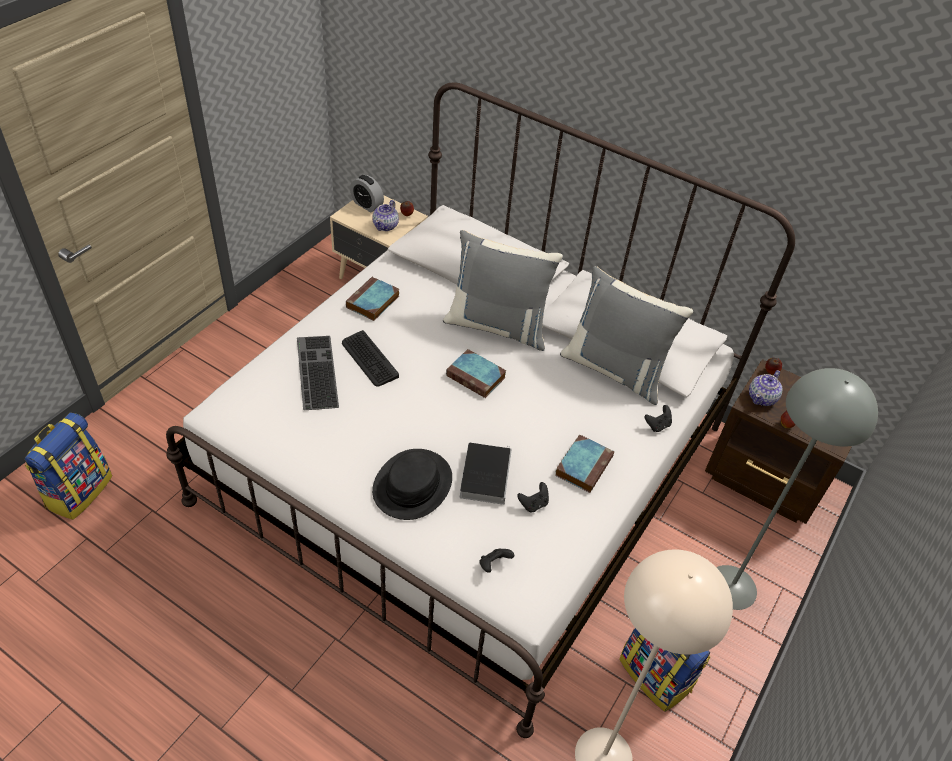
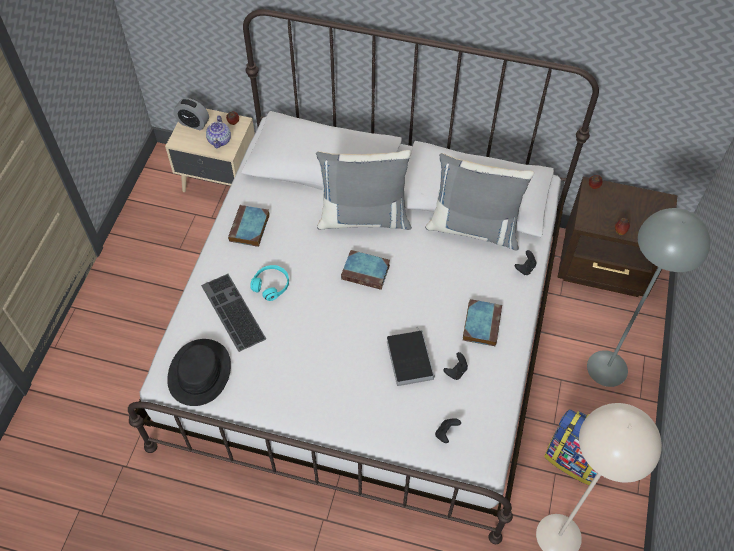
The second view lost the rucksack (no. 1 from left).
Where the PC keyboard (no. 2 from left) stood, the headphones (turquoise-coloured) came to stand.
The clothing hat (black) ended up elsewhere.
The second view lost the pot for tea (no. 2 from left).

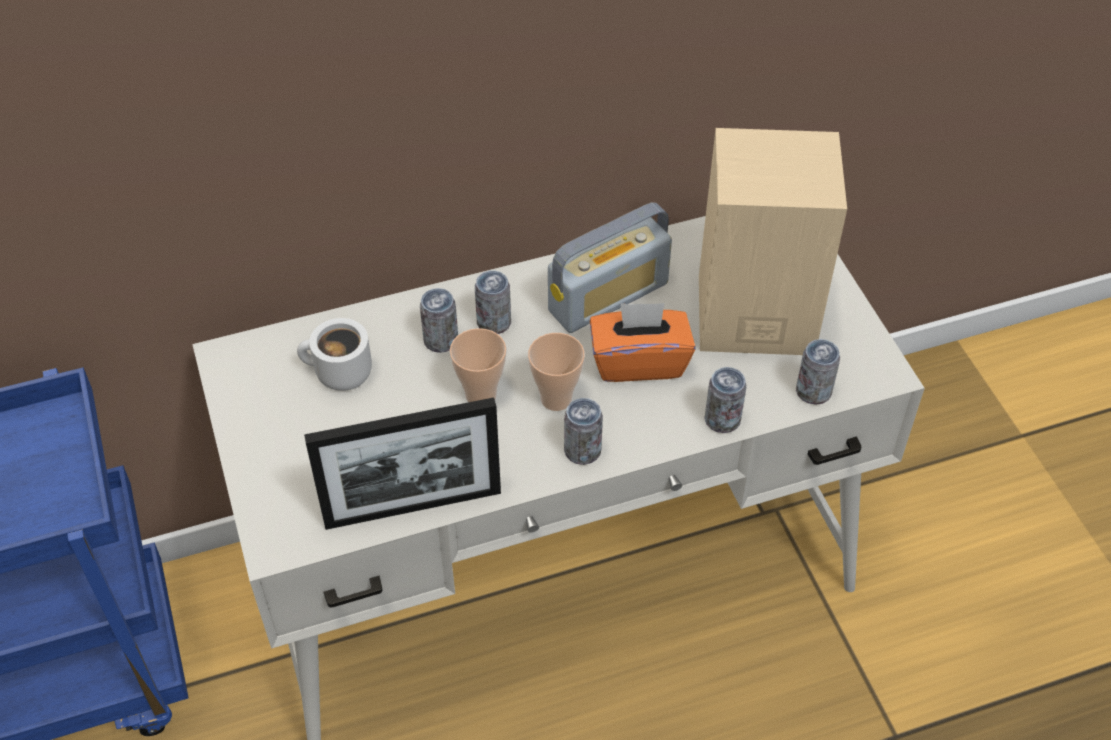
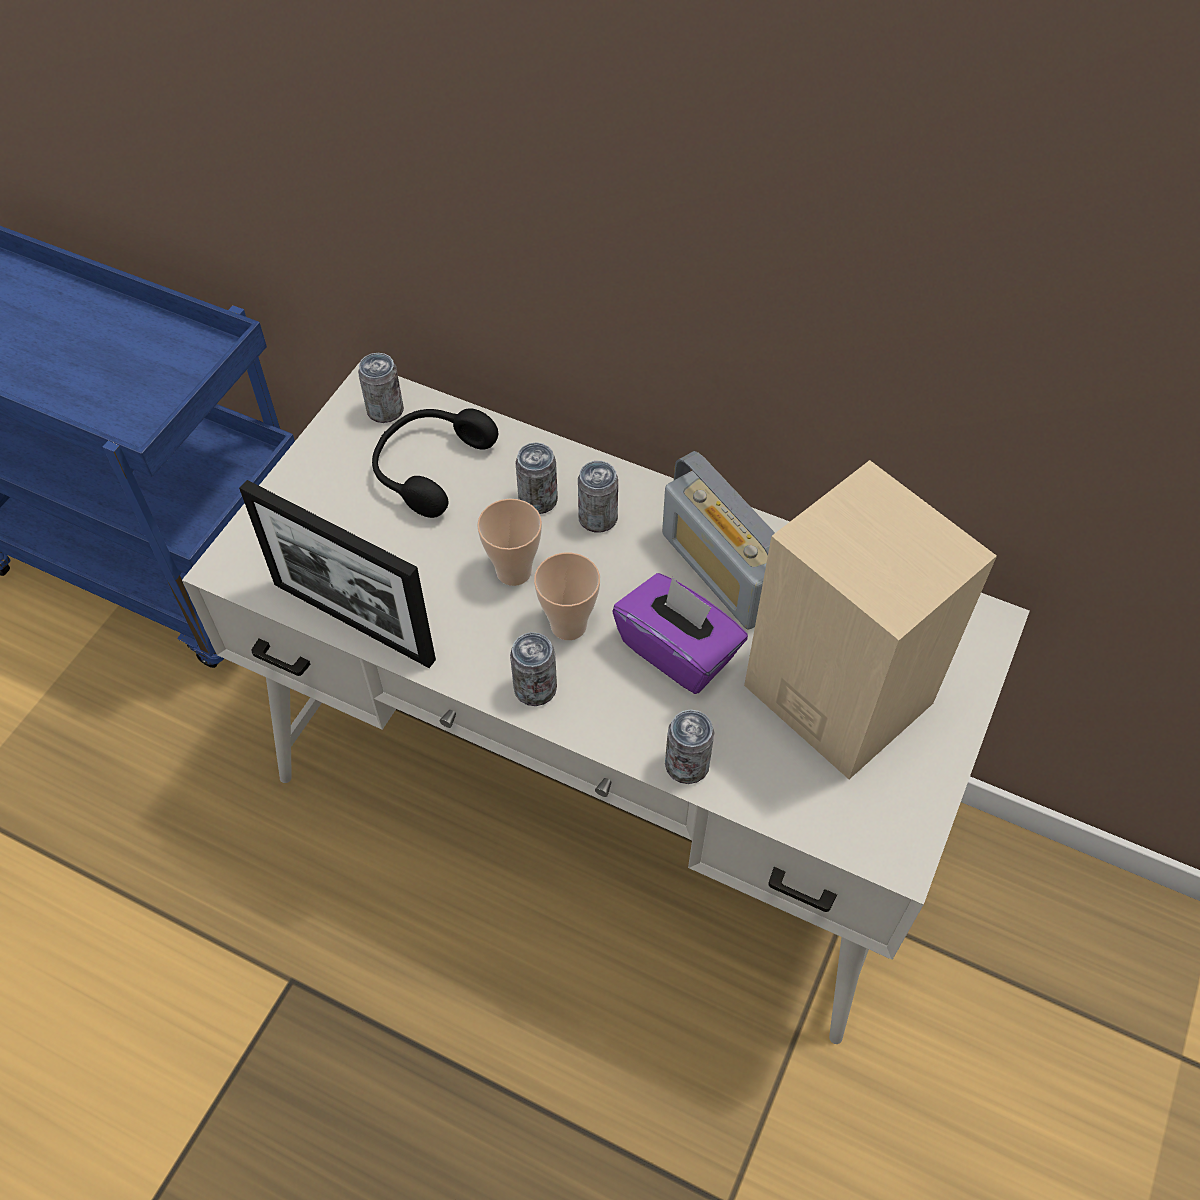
Where the tea mug (white-coloured) stood, the headphones (black) came to stand.
The radio ended up facing another way, 45 degrees clockwise from before.
What was the box of tissues (orange-coloured) turned into the box of tissues (purple).
The metal can (no. 5 from left in the first image) ended up elsewhere.

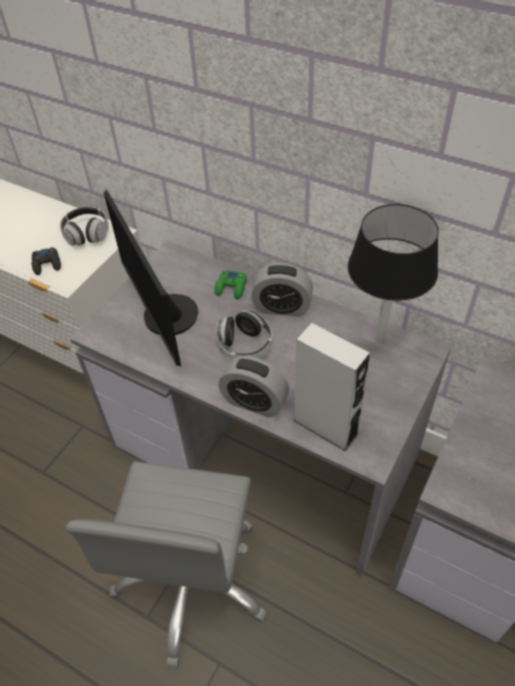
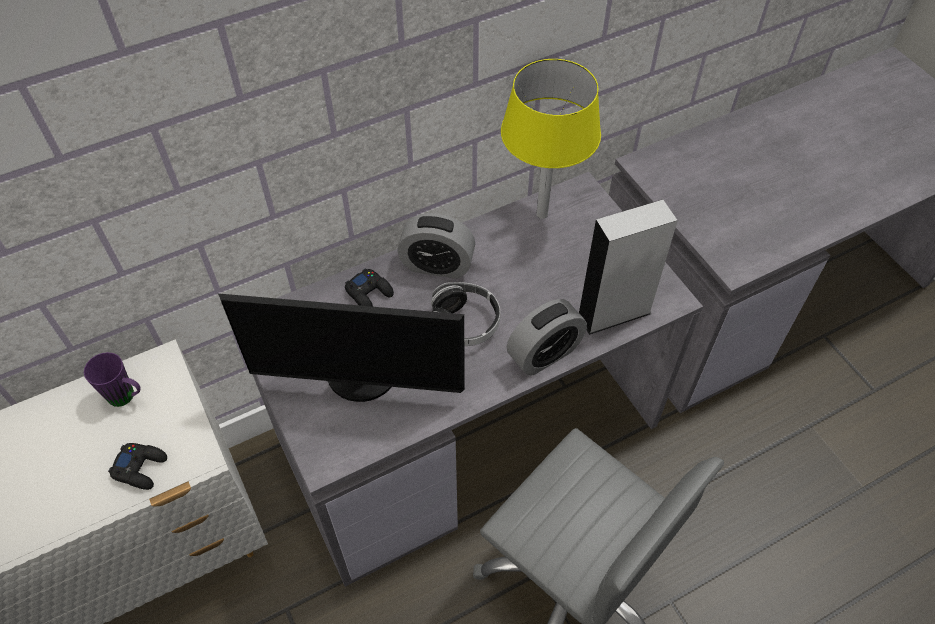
Where the headphones (no. 1 from left) stood, the tea mug (purple) came to stand.
What was the game controller (green-coloured) turned into the game controller (black) (no. 2 from left).
The bedside clock (no. 2 from left in the first image) ended up facing another way, 60 degrees clockwise from before.
What was the table lamp (black) turned into the table lamp (yellow-coloured).

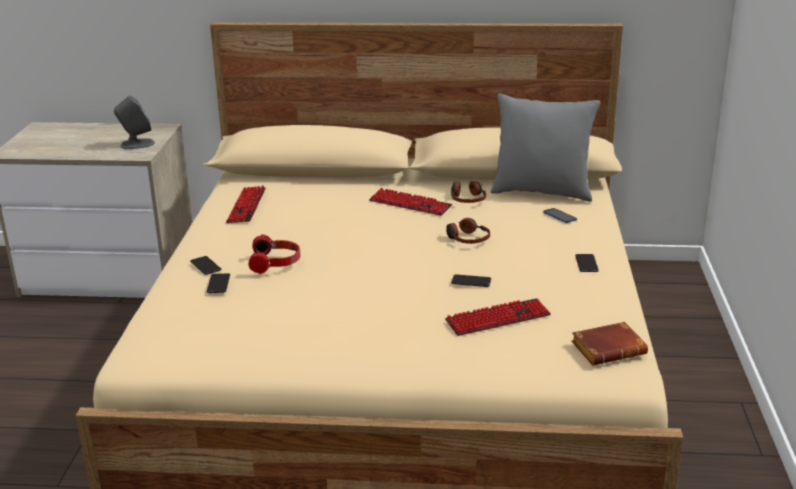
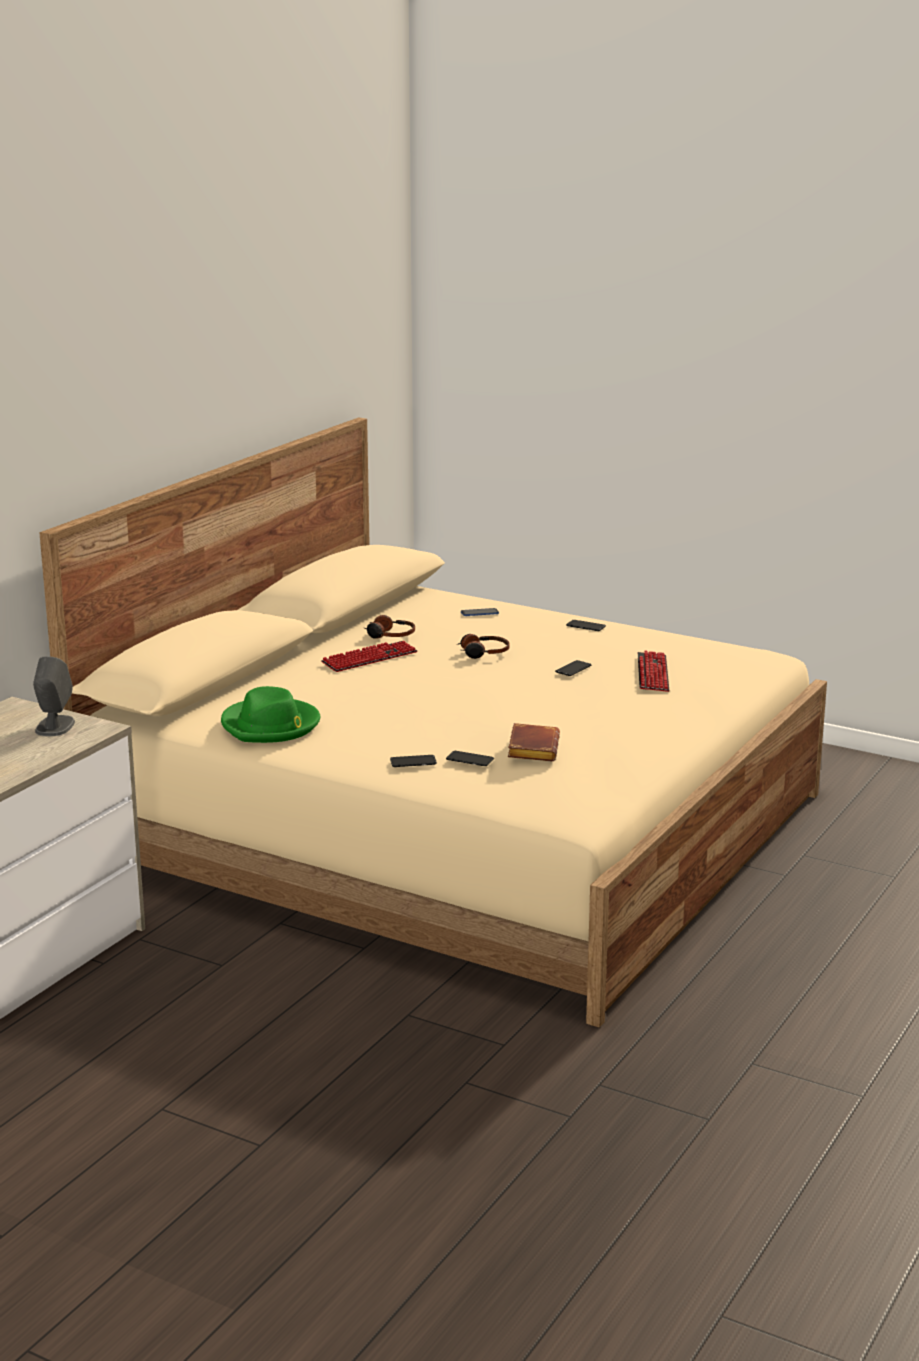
Where the PC keyboard (no. 1 from left) stood, the clothing hat (green-coloured) came to stand.
The second view lost the headphones (no. 1 from left).
The second view lost the throw pillow (grey).
The bound book (brown) ended up elsewhere.

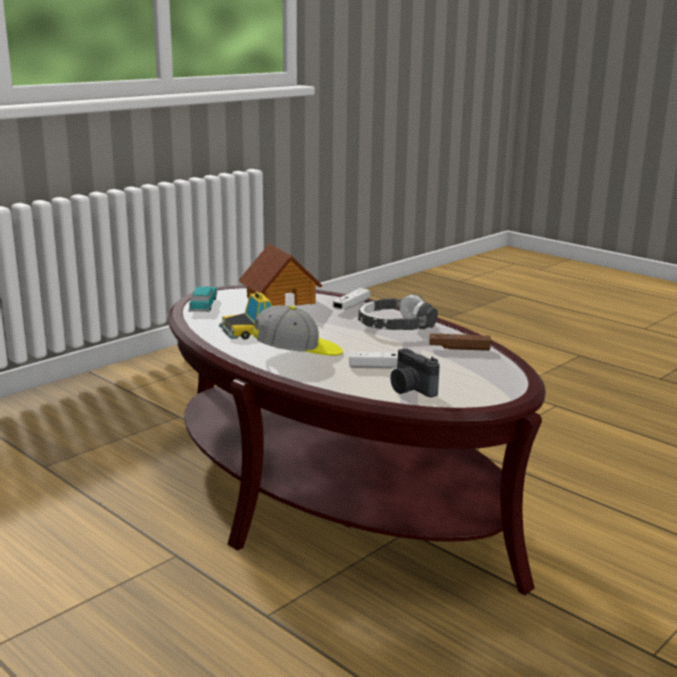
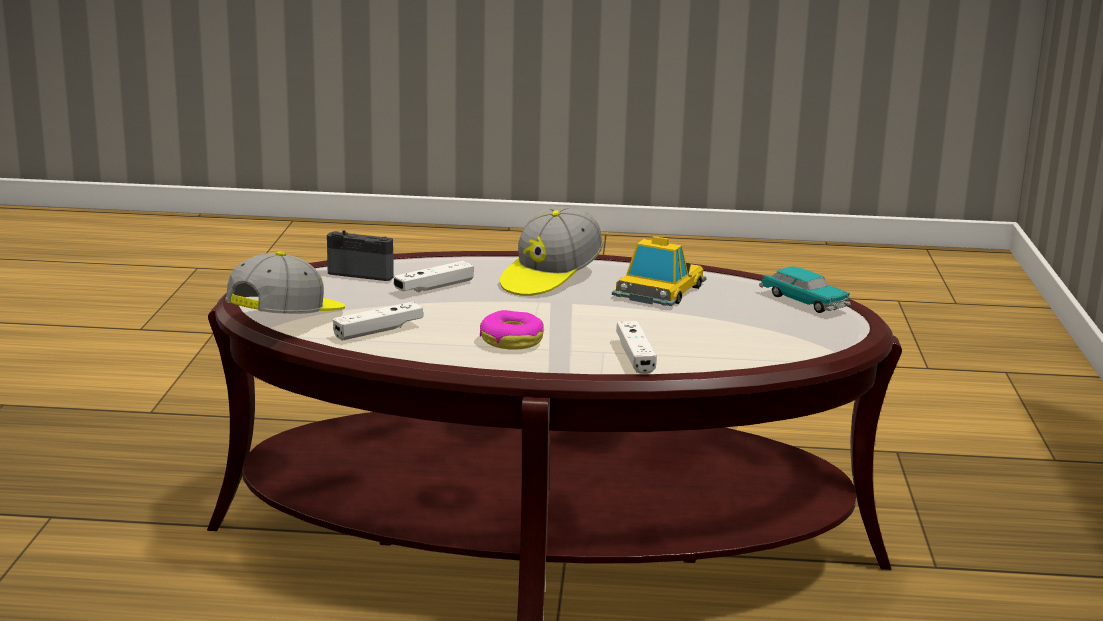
The second view lost the toy house.
Where the headphones stood, the ring doughnut came to stand.
What was the game controller (brown) turned into the game controller (white-coloured) (no. 1 from left).
The second view gained the peaked cap (no. 1 from left).

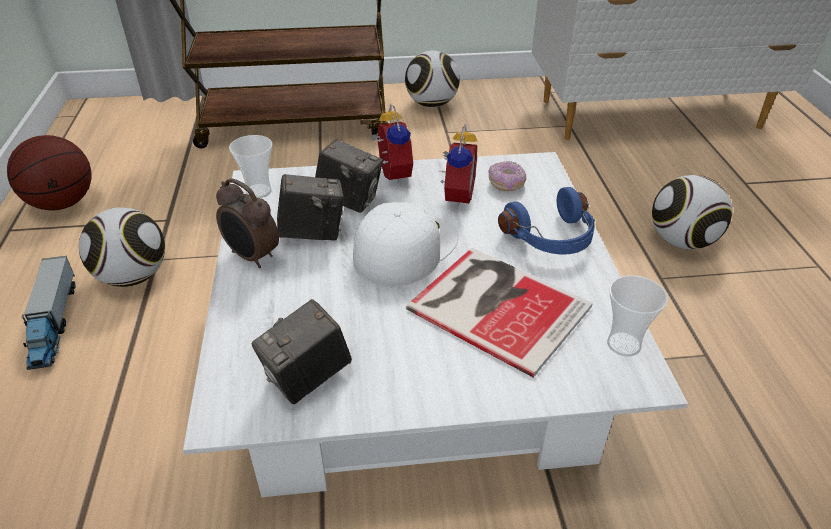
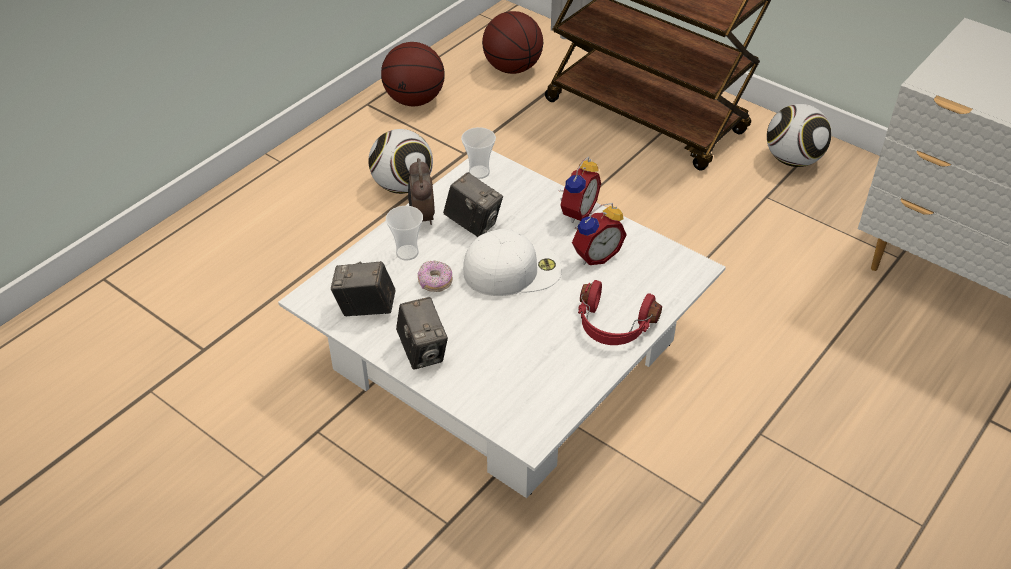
The second view lost the model truck.
The photo camera (no. 3 from left in the first image) ended up elsewhere.
The second view lost the bound book.
The ring doughnut ended up elsewhere.
What was the headphones (blue) turned into the headphones (reddish).
The small cup (no. 2 from left in the first image) ended up elsewhere.
The second view lost the ball for football (no. 3 from left).
The second view gained the basketball (no. 2 from left).

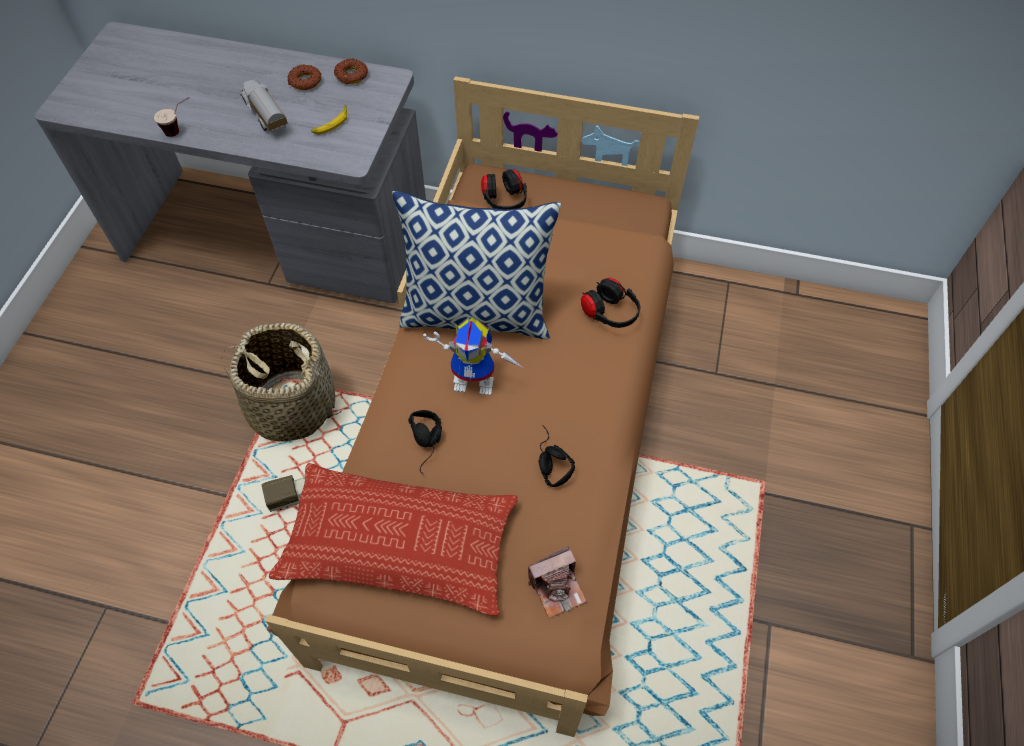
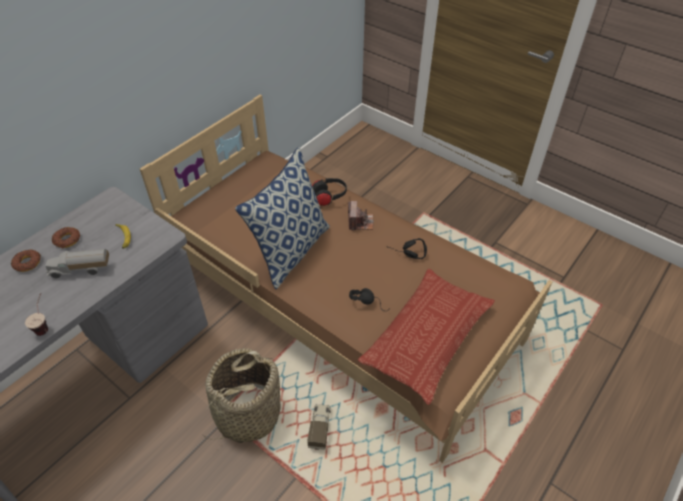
The ring doughnut (no. 2 from left in the first image) ended up elsewhere.
The second view lost the model robot.
The second view lost the headphones (black) (no. 2 from left).
The photo camera ended up elsewhere.

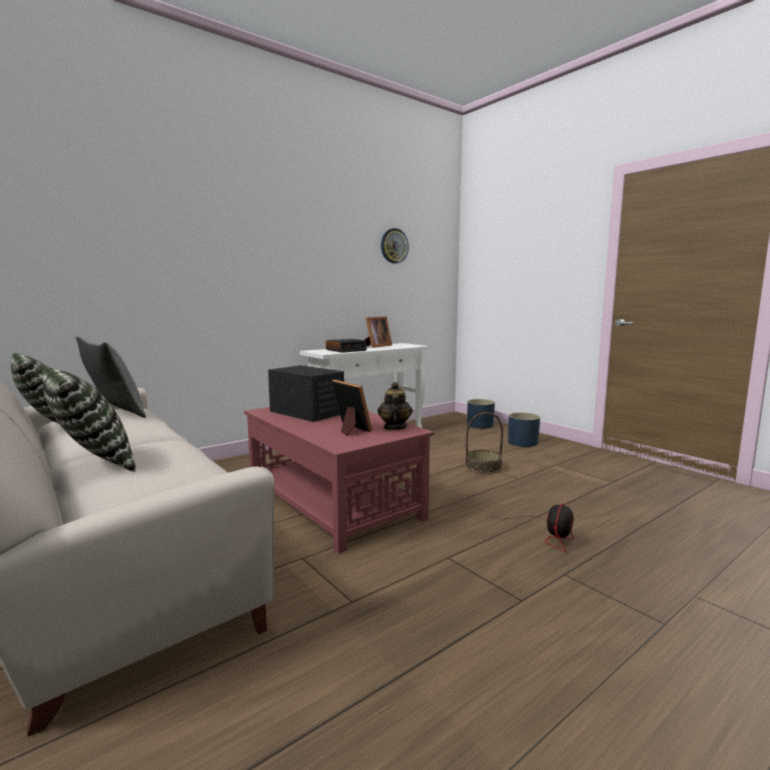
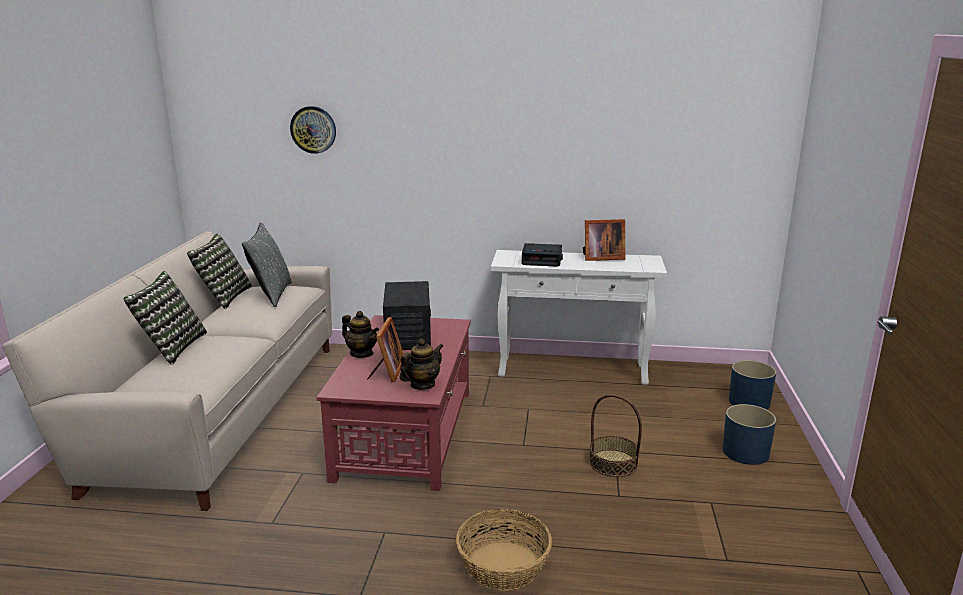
The wall clock ended up elsewhere.
Where the cooling fan stood, the basket (no. 1 from left) came to stand.
The second view gained the pot for tea (no. 1 from left).

